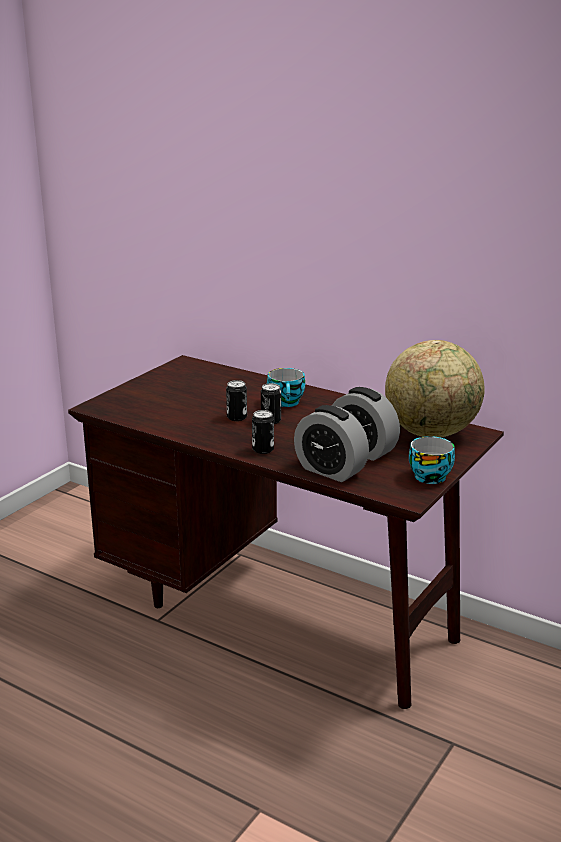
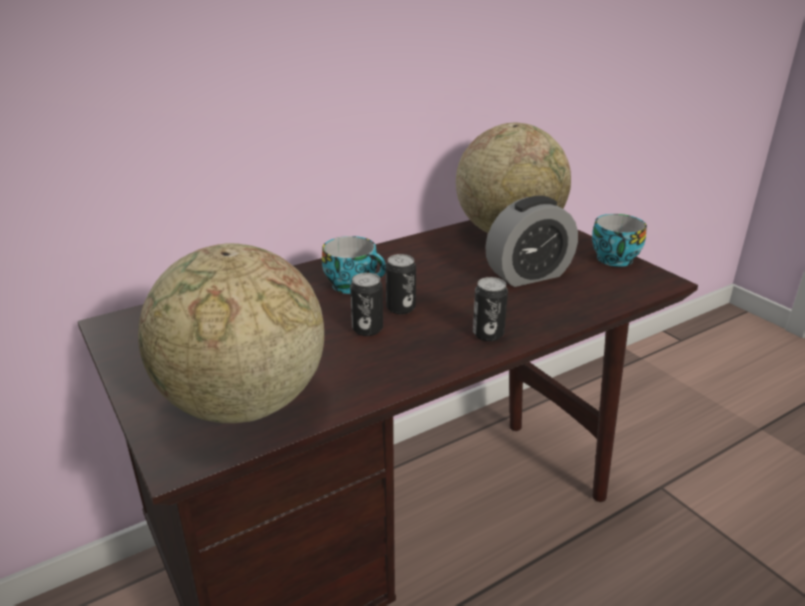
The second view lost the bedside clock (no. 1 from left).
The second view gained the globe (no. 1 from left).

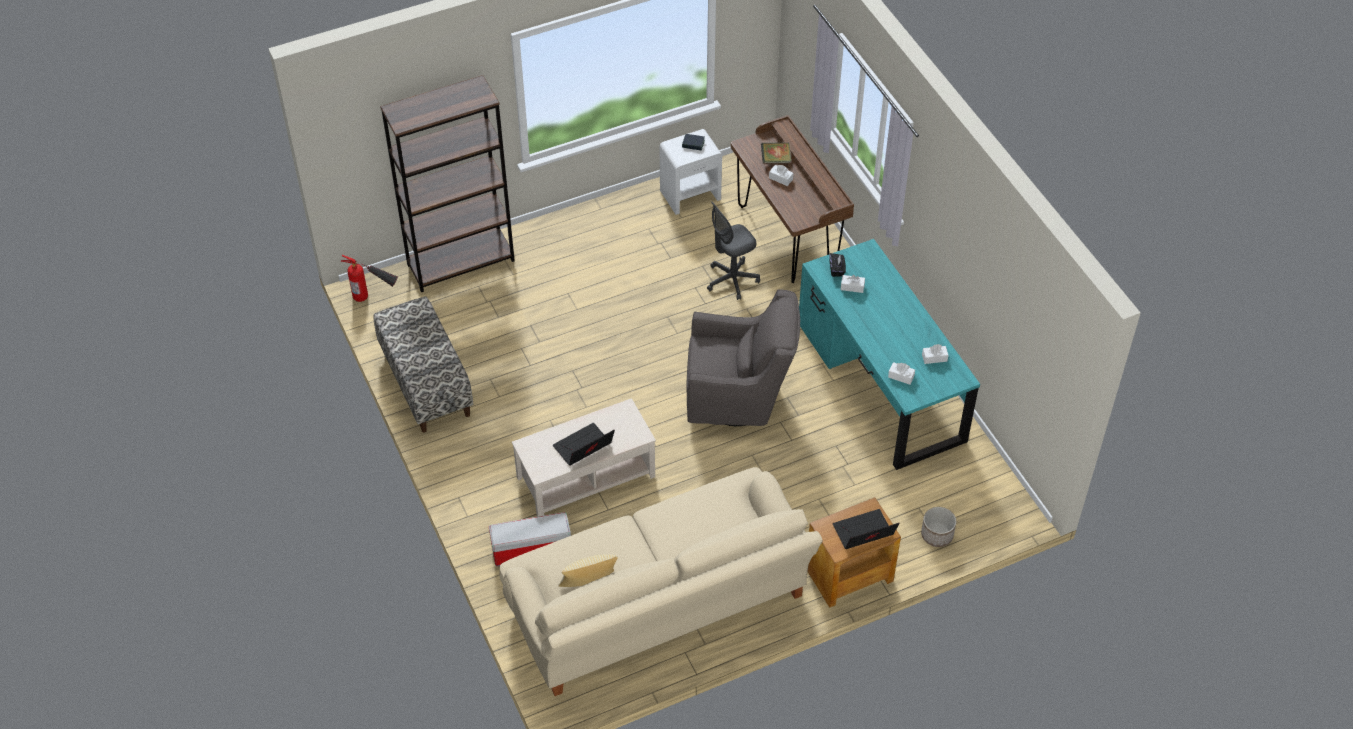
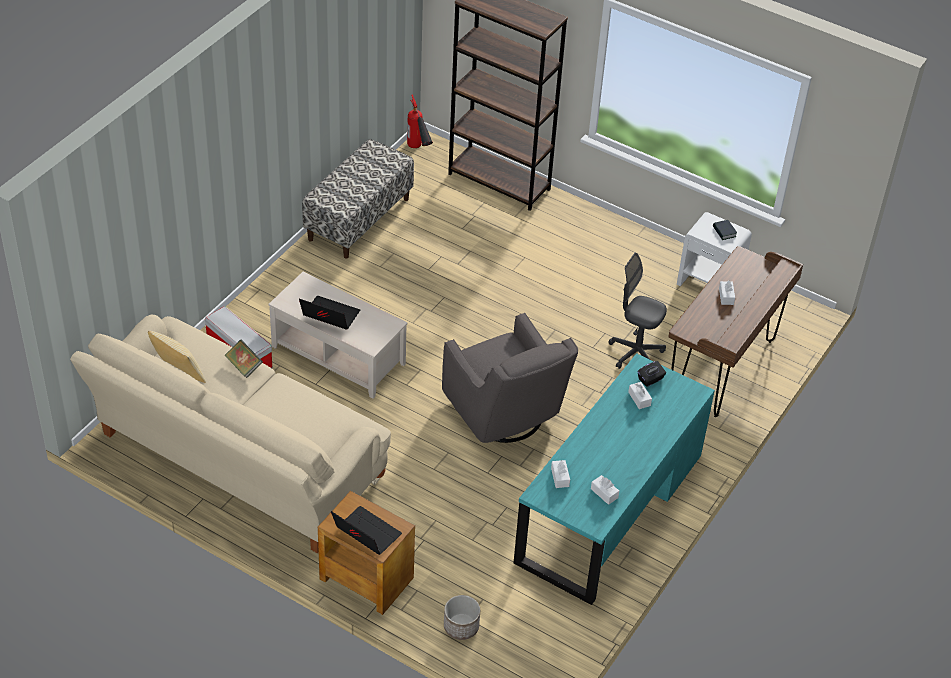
The bound book (no. 2 from left in the first image) ended up elsewhere.

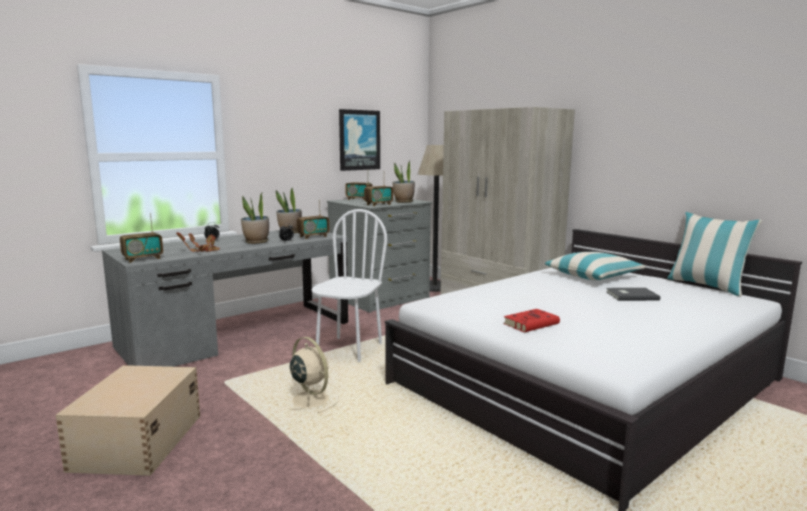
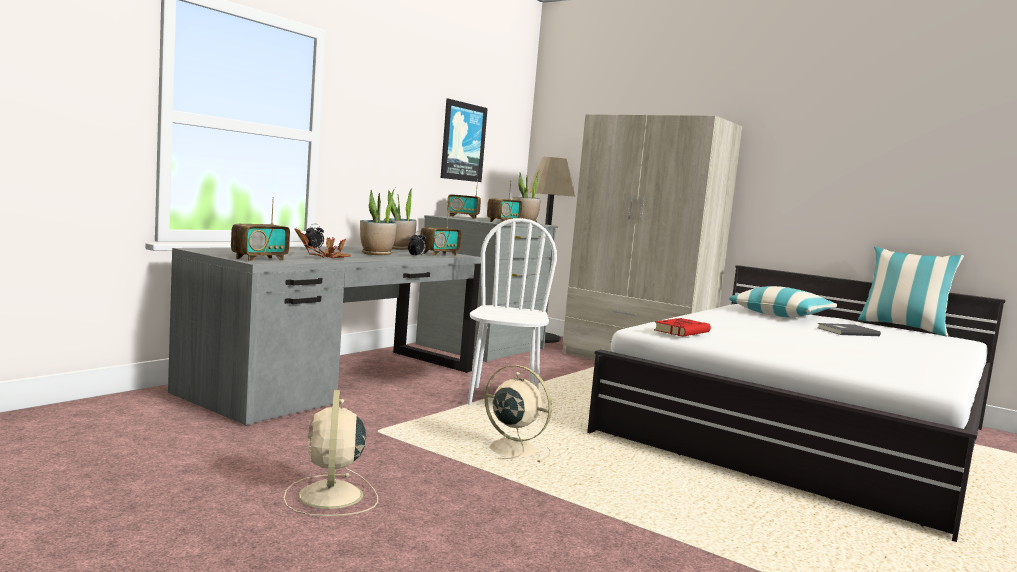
Where the storage bin (sand-coloured) stood, the cooling fan (sand-coloured) (no. 1 from left) came to stand.
The bound book (reddish) ended up elsewhere.

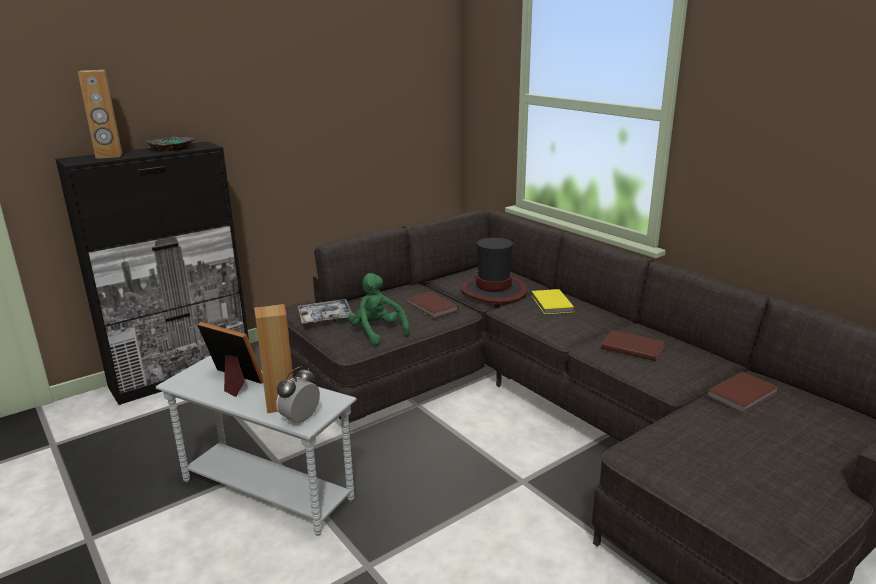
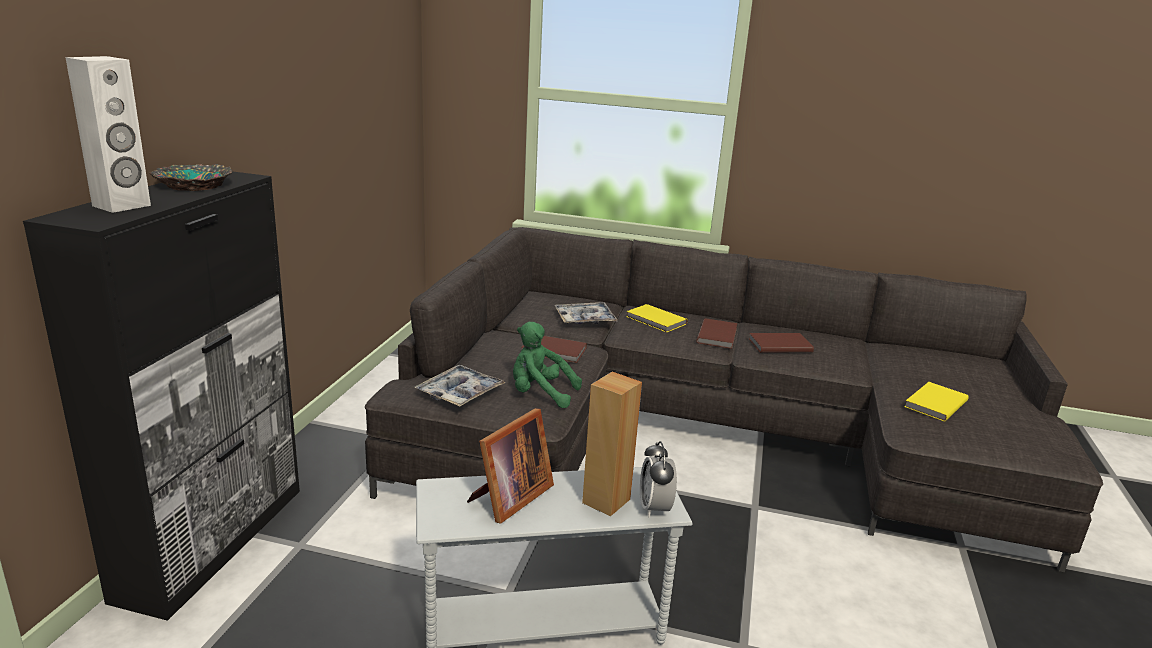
What was the audio speaker (brown) (no. 1 from left) turned into the audio speaker (white-coloured).
The photo frame ended up facing another way, 135 degrees clockwise from before.
Where the clothing hat stood, the carrying tray (no. 2 from left) came to stand.
The bound book (brown) (no. 3 from left in the first image) ended up elsewhere.
The second view gained the bound book (yellow-coloured) (no. 2 from left).

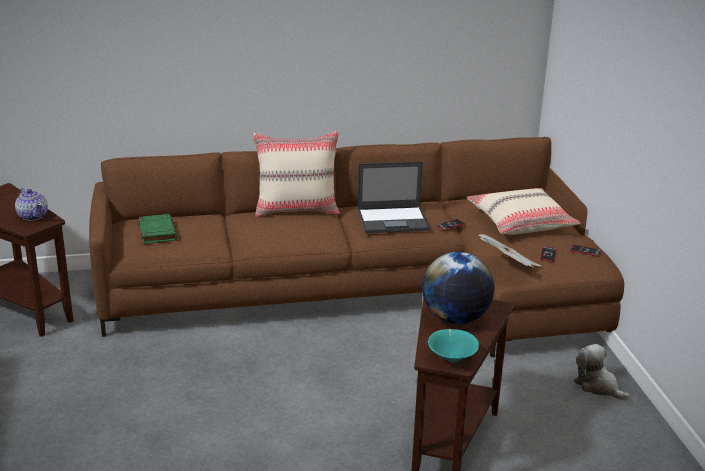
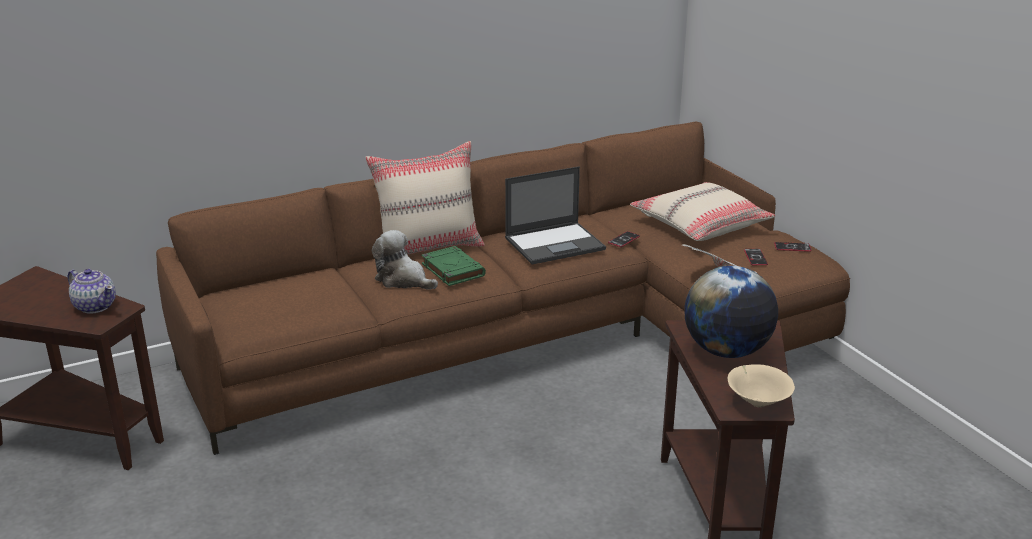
The bound book (green-coloured) ended up elsewhere.
What was the serving bowl (turquoise-coloured) turned into the serving bowl (sand-coloured).
The soft toy ended up elsewhere.

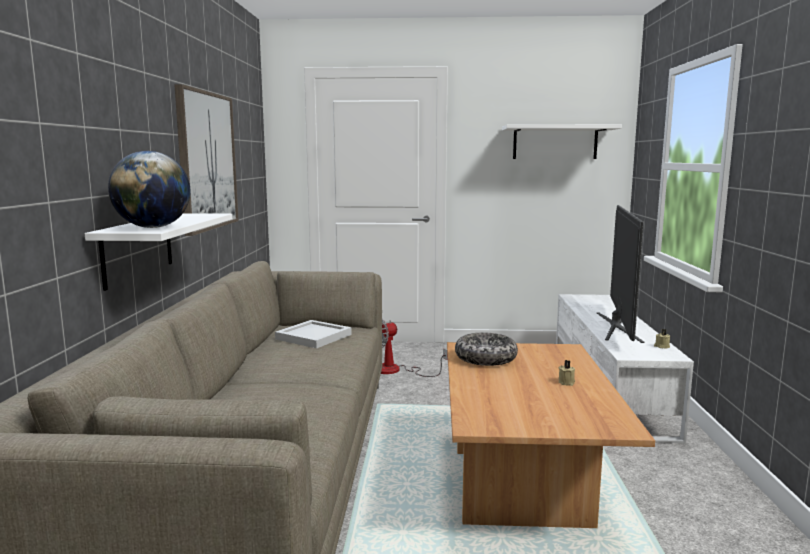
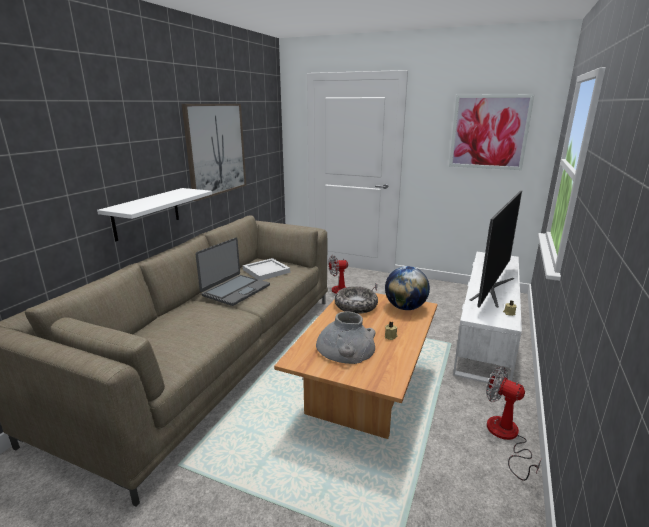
The globe ended up elsewhere.
Where the bracket shelf (white-coloured) (no. 2 from left) hung, the wall picture (no. 2 from left) came to hang.
The second view gained the portable computer.
The second view gained the decorative vase (grey).
The second view gained the cooling fan (no. 2 from left).

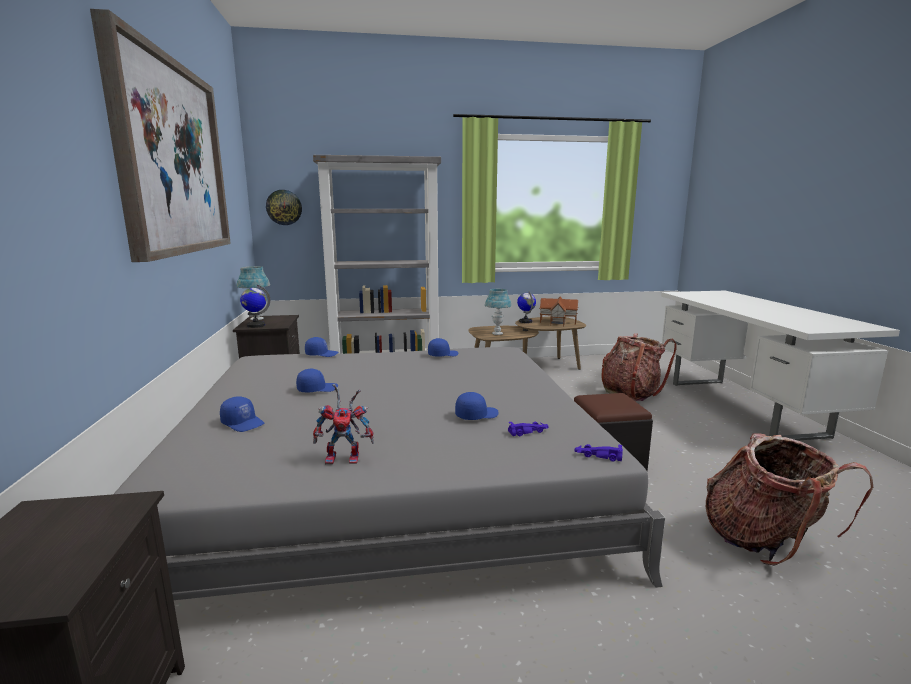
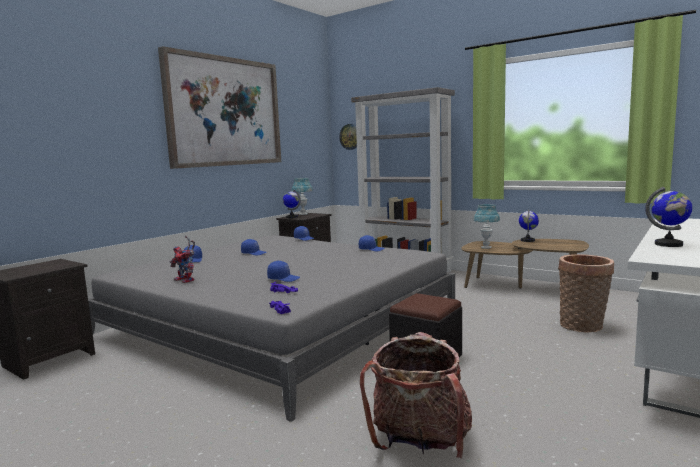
The second view lost the toy house.
Where the rucksack (no. 1 from left) stood, the basket came to stand.
The second view gained the globe (no. 3 from left).

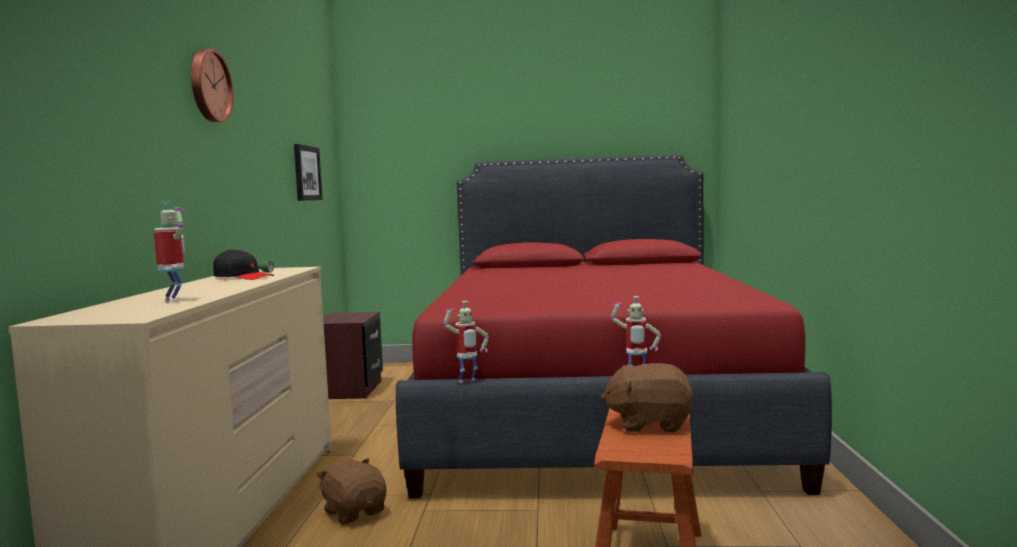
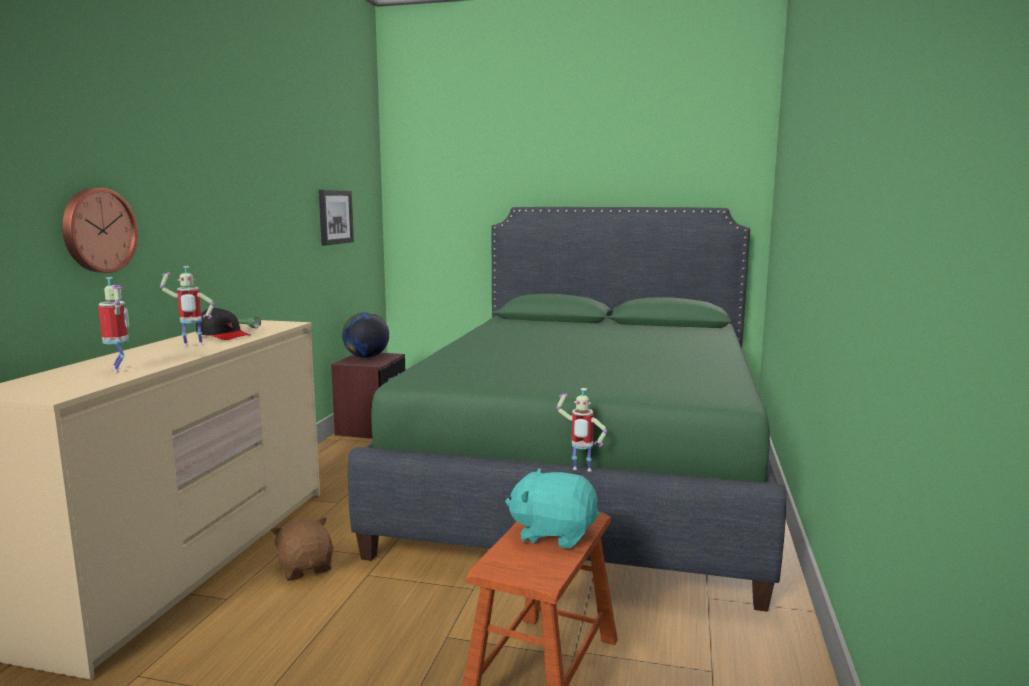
The wall clock ended up elsewhere.
What was the bedroom bed (reddish) turned into the bedroom bed (green-coloured).
The model robot (no. 2 from left) ended up elsewhere.
What was the soft toy (brown) (no. 2 from left) turned into the soft toy (turquoise-coloured).
The second view gained the globe.

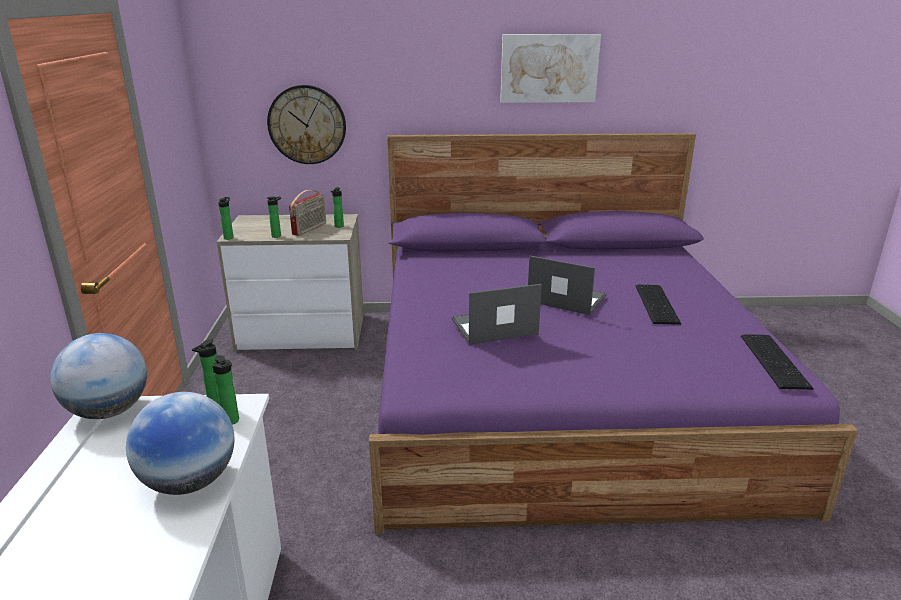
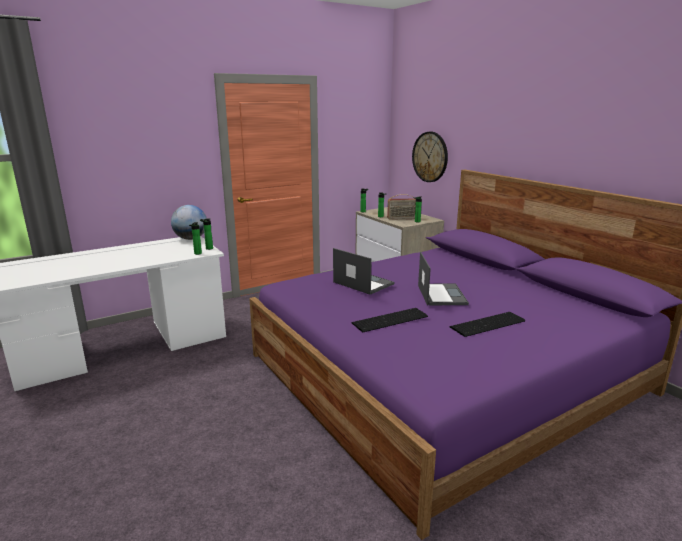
The second view lost the globe (no. 2 from left).
The second view lost the wall picture.
The PC keyboard (no. 2 from left in the first image) ended up elsewhere.

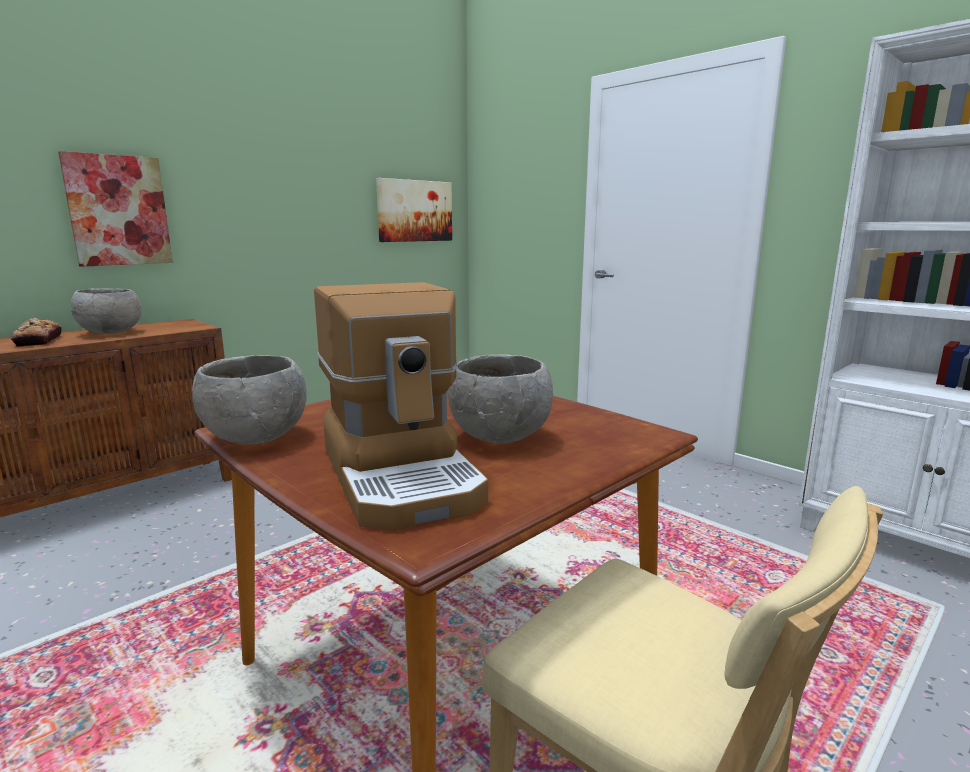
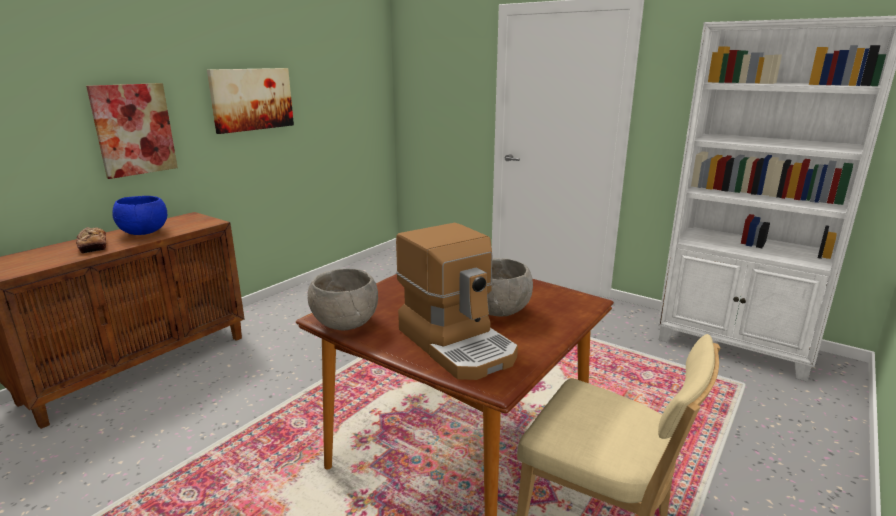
What was the serving bowl (grey) (no. 1 from left) turned into the serving bowl (blue).
The wall picture (no. 2 from left) ended up elsewhere.

